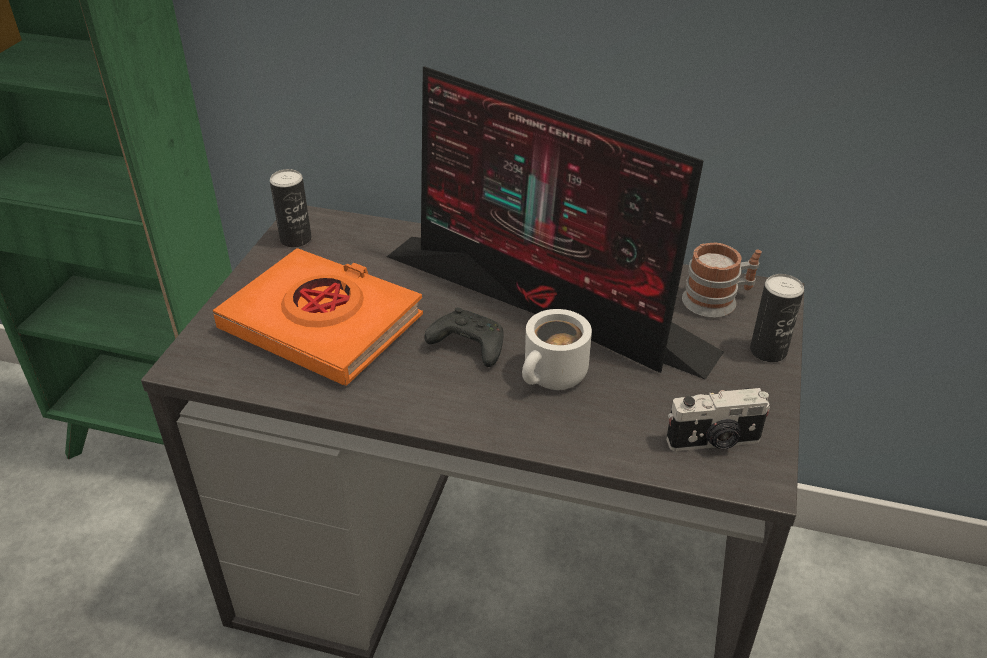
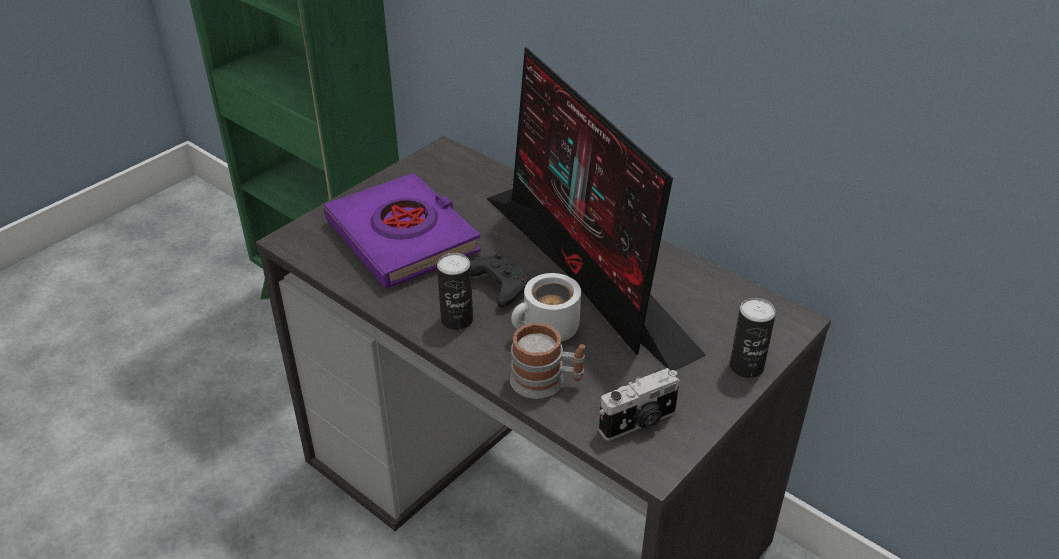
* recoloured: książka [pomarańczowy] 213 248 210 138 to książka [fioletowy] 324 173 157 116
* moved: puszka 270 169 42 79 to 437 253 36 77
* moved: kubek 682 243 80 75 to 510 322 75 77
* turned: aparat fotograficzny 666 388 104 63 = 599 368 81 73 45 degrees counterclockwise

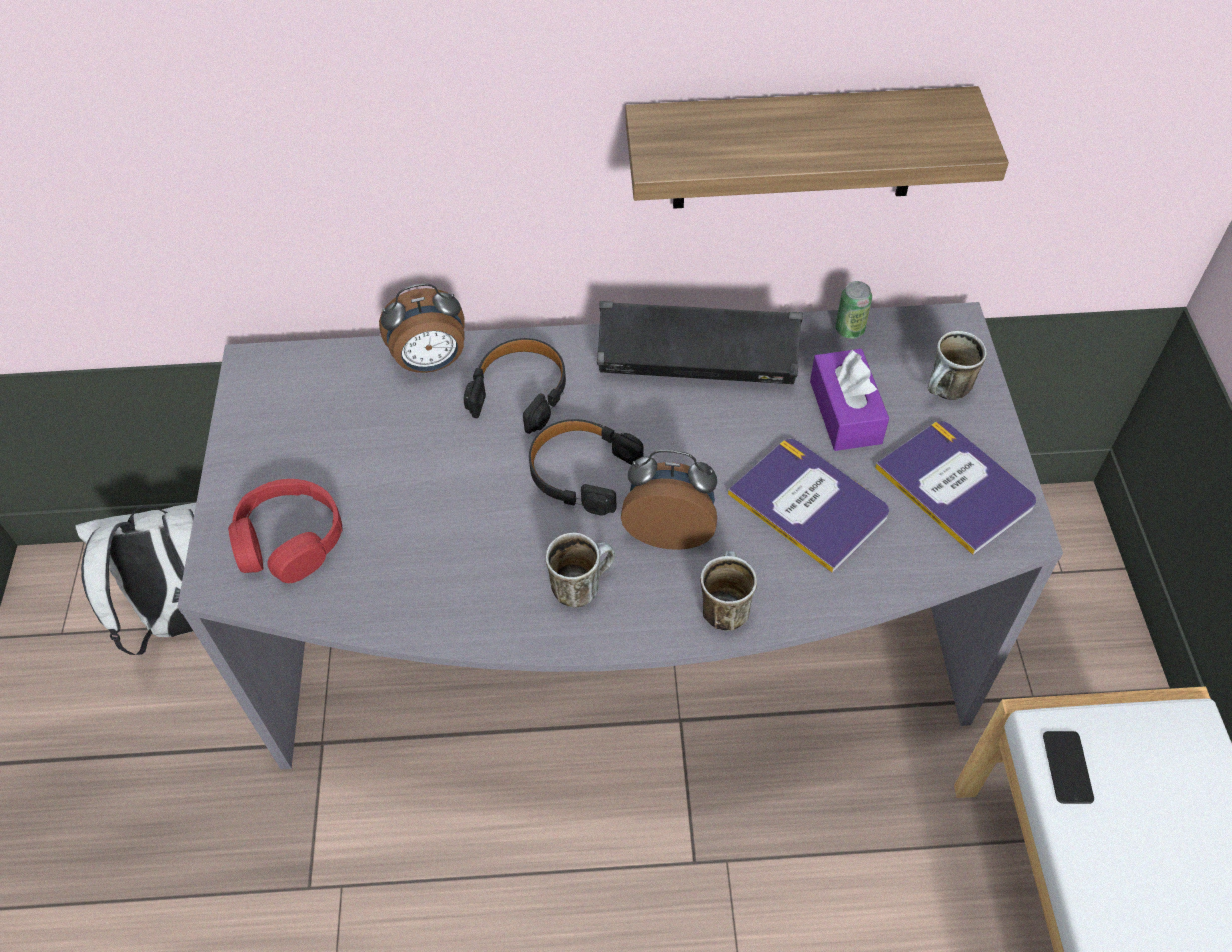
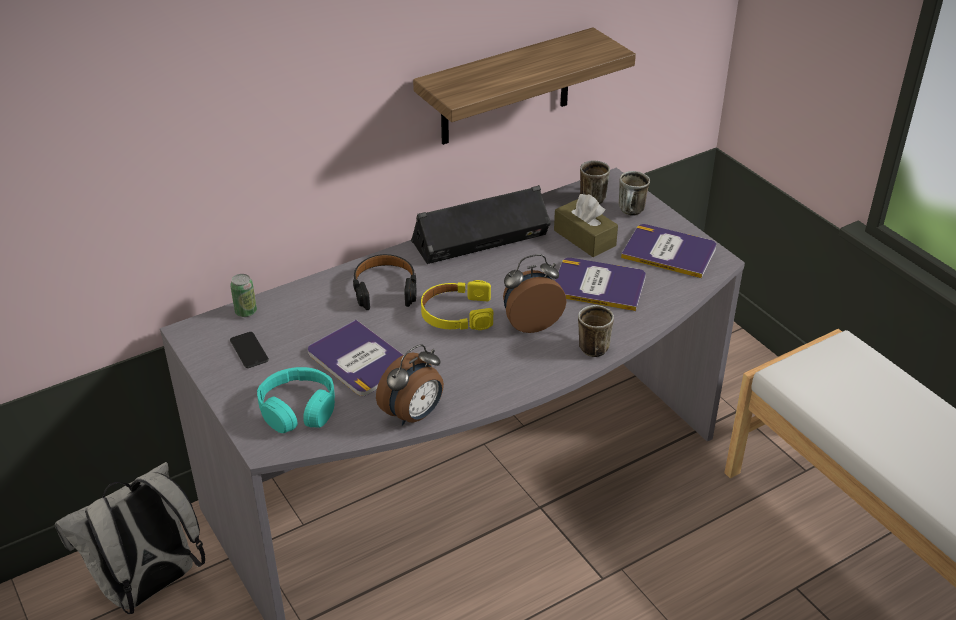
* moved: puszka 835 281 37 58 to 230 274 27 43
* moved: telefon 1043 731 51 73 to 230 332 39 36
* recoloured: słuchawki [czerwony] 228 479 114 104 to słuchawki [turkusowy] 257 367 78 66
* added: książka 308 320 95 76
* moved: budzik 379 283 86 90 to 376 345 68 81
* recoloured: słuchawki [czarny] 529 419 115 96 to słuchawki [żółty] 421 280 72 50
* recoloured: pudełko chusteczek [fioletowy] 810 349 79 102 to pudełko chusteczek [brązowy] 554 194 64 63
* moved: kubek 545 532 70 75 to 580 161 30 43

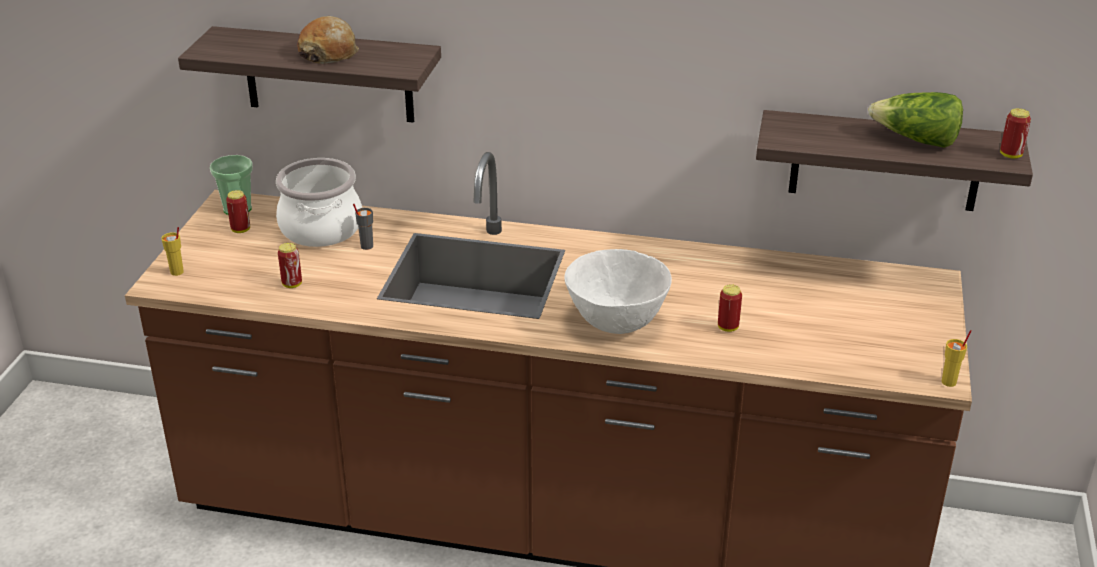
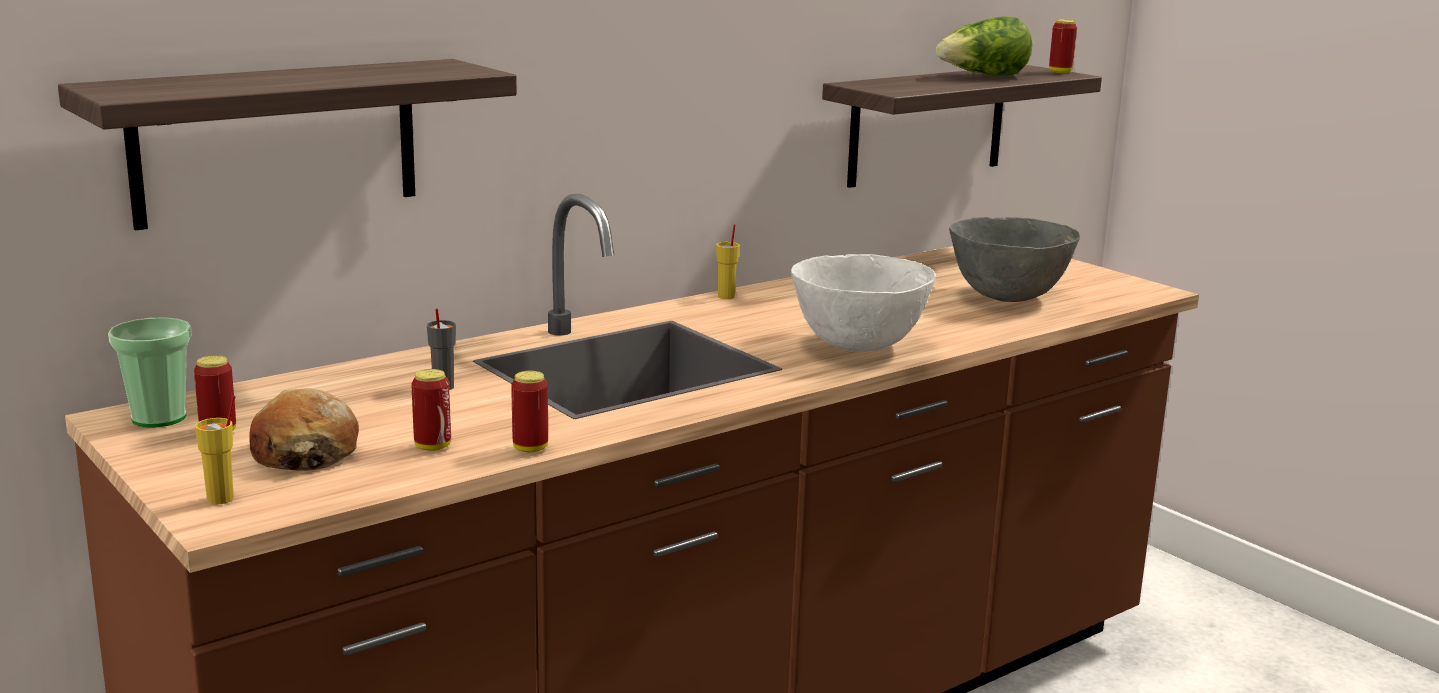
* moved: chleb 297 16 62 48 to 249 388 110 83
* moved: puszka 718 284 24 48 to 511 371 37 81
* moved: filiżanka [żółty] 942 330 29 57 to 716 225 23 74
* added: miska [szary] 949 217 131 85
* removed: garnek 276 158 86 89

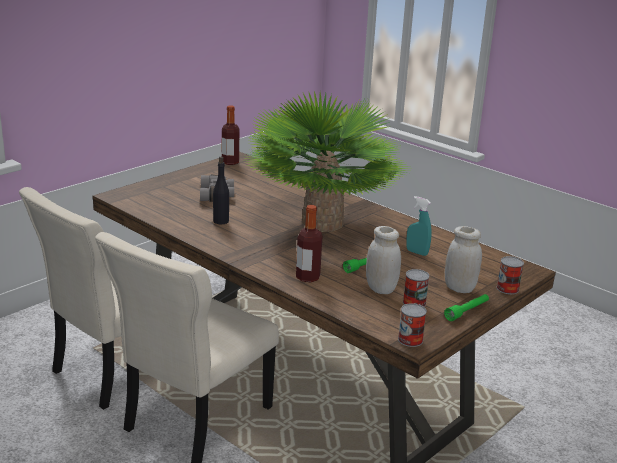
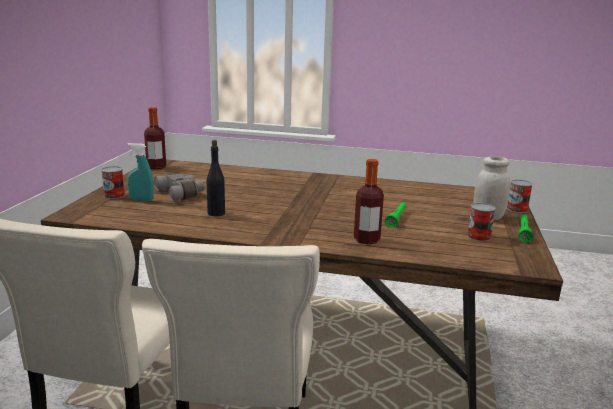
* moved: puszka 398 303 29 44 to 101 166 24 33
* moved: spryskiwacz [turkusowy] 406 196 26 60 to 127 143 27 58
* removed: roślina doniczkowa 245 91 165 141
* removed: słoik [biały] 366 226 35 68

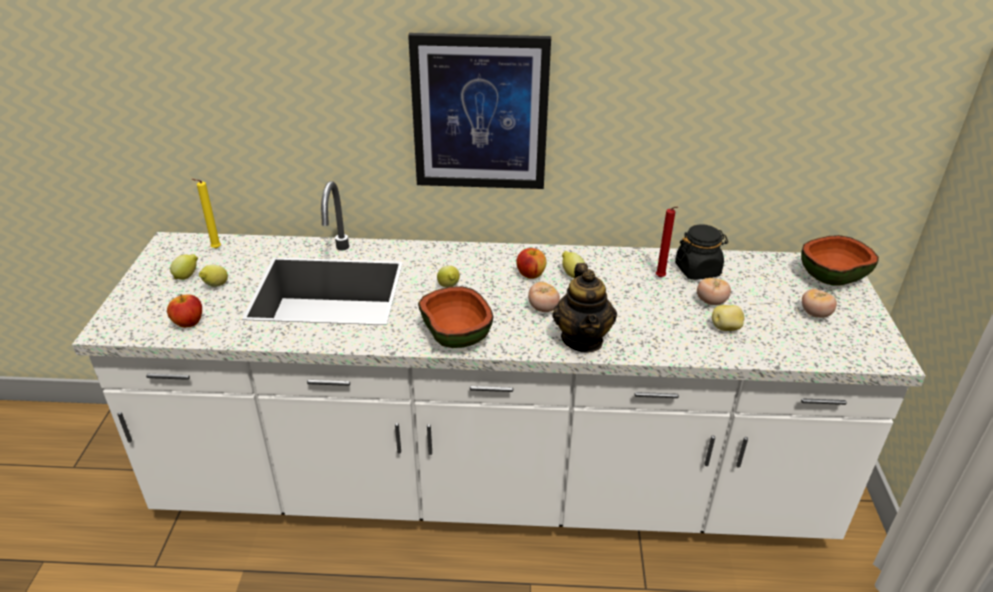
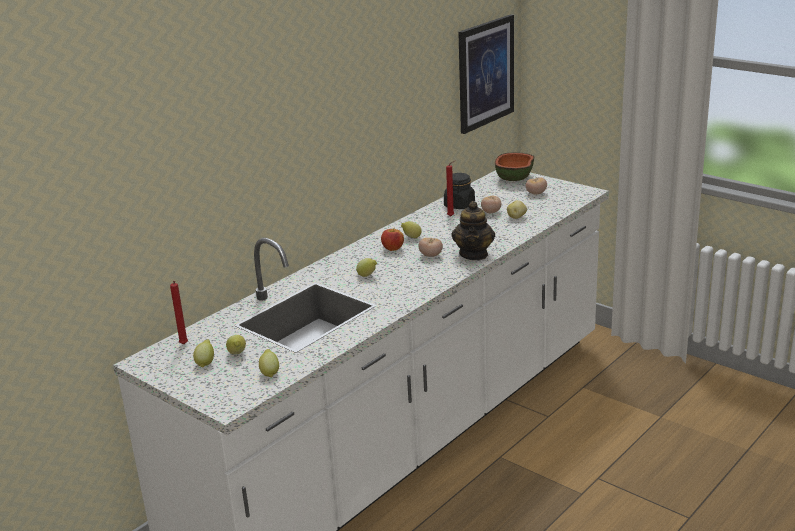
* recoloured: świeca [żółty] 192 179 29 70 to świeca [czerwony] 170 281 18 63
* replaced: jabłko 167 294 35 34 to cytryna 259 349 20 28
* turned: imbryk 552 263 65 90 = 451 201 44 59 60 degrees clockwise
* moved: obraz 408 33 143 156 to 458 14 56 120
* removed: miska 418 286 75 62

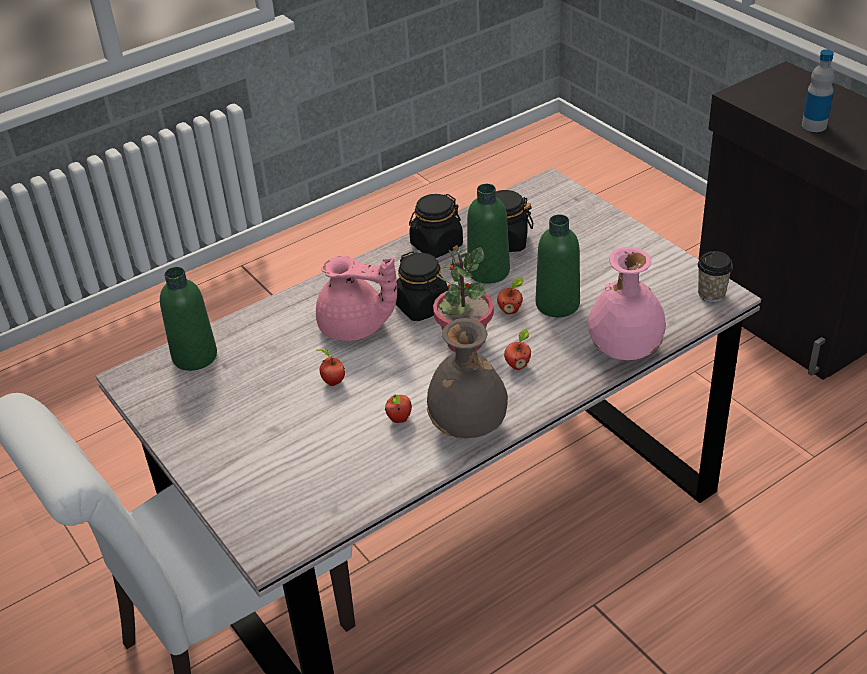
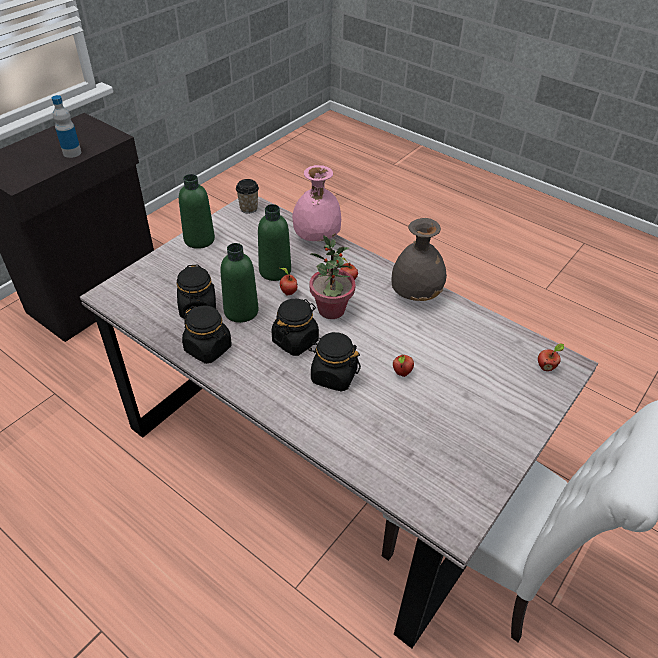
* moved: butelka [zielony] 160 267 57 104 to 179 174 36 75
* replaced: imbryk [różowy] 316 256 81 85 to słoik [czarny] 308 332 53 60
* moved: jabłko 385 395 27 28 to 538 343 26 28

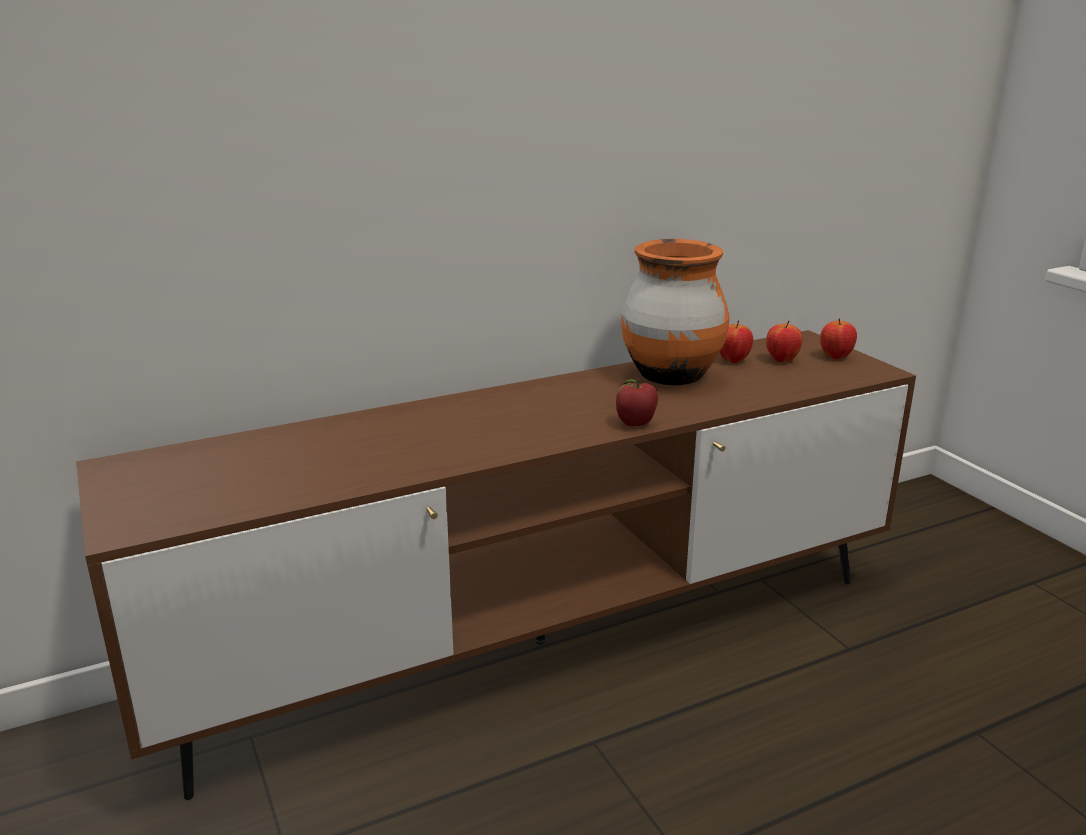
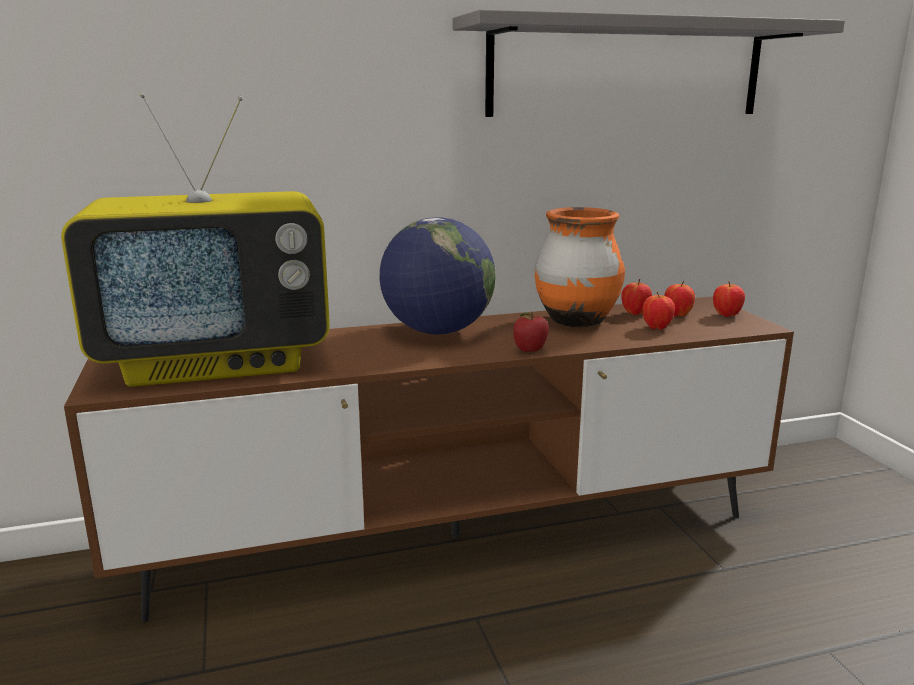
* added: telewizor 61 93 269 294
* added: globus 380 217 116 117
* added: półka [szary] 453 9 392 108
* added: jabłko 643 292 32 38

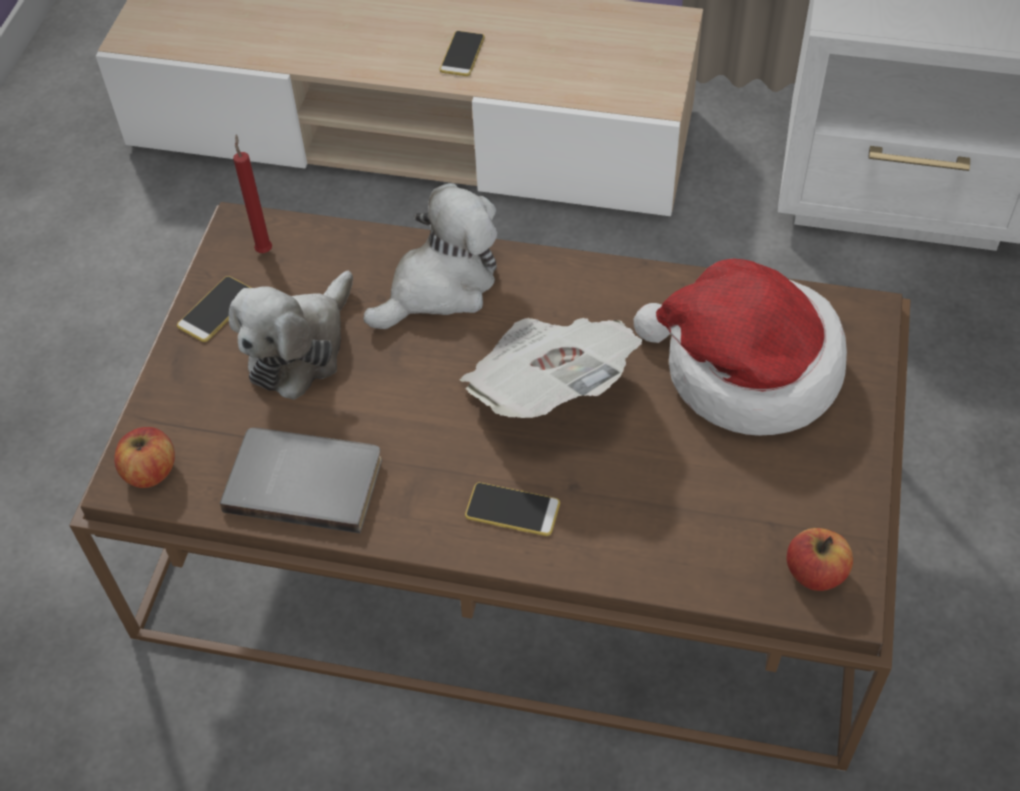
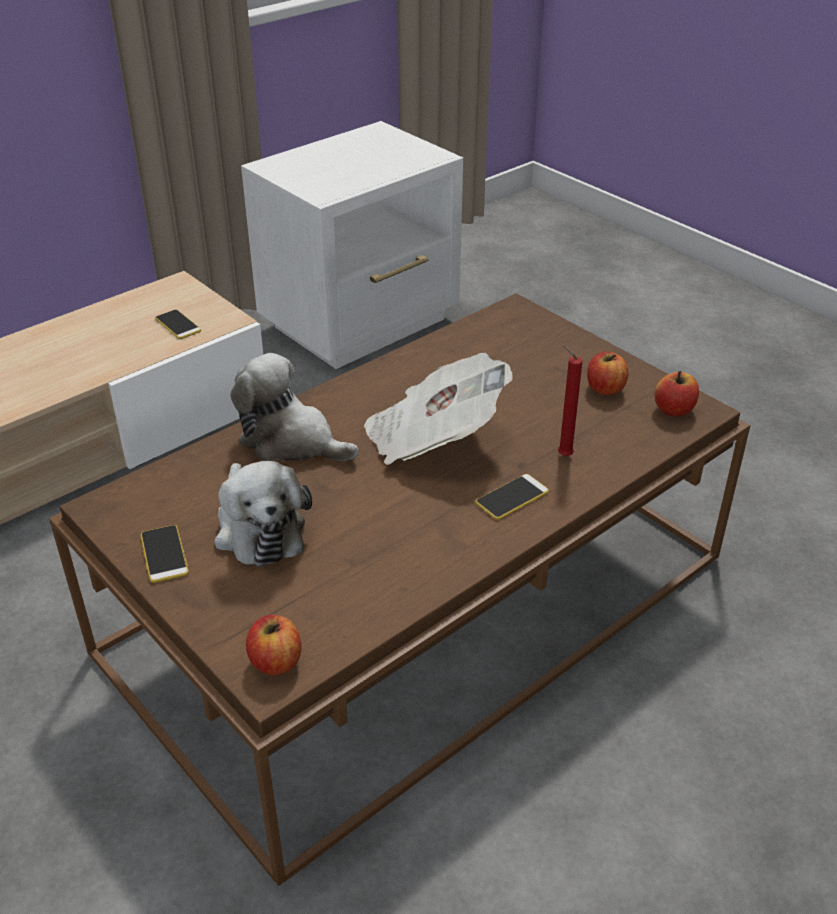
* moved: telefon 439 31 46 45 to 155 310 46 29
* turned: pluszak 364 183 133 146 = 230 353 129 108 60 degrees counterclockwise
* moved: świeca [czerwony] 233 134 39 119 to 558 345 25 111
* added: jabłko 587 352 41 43
* removed: książka [szary] 220 428 162 105
* removed: kapelusz 634 258 213 178

